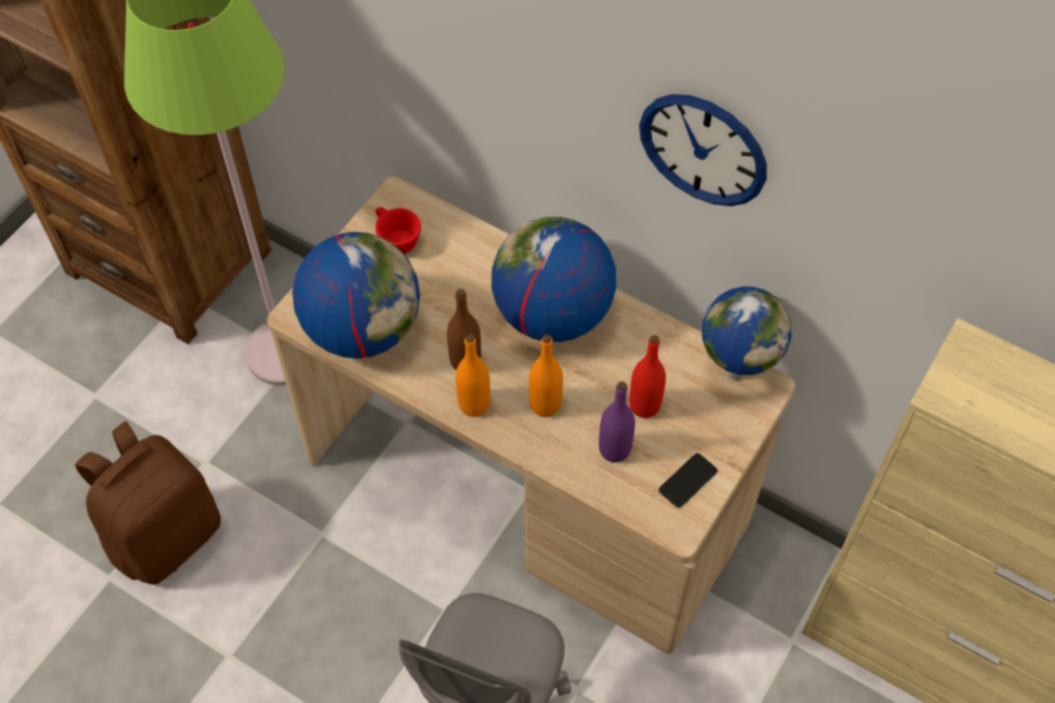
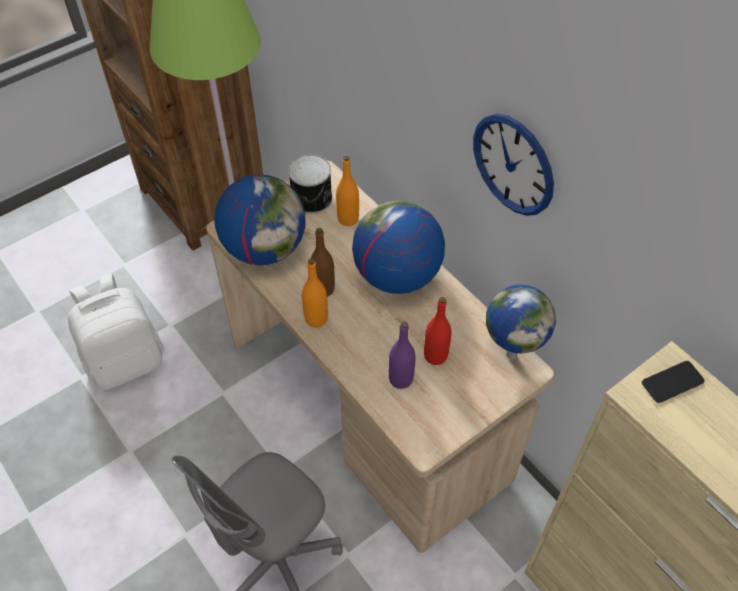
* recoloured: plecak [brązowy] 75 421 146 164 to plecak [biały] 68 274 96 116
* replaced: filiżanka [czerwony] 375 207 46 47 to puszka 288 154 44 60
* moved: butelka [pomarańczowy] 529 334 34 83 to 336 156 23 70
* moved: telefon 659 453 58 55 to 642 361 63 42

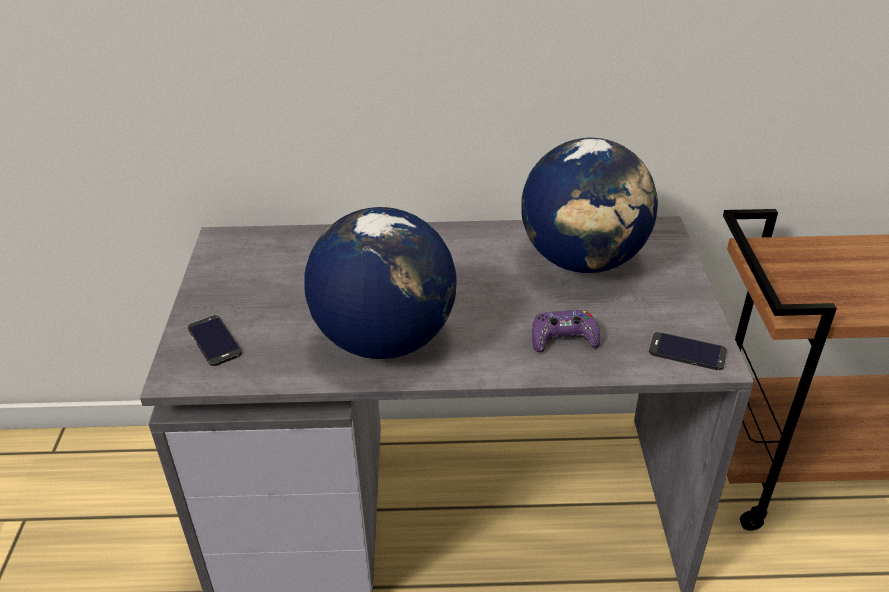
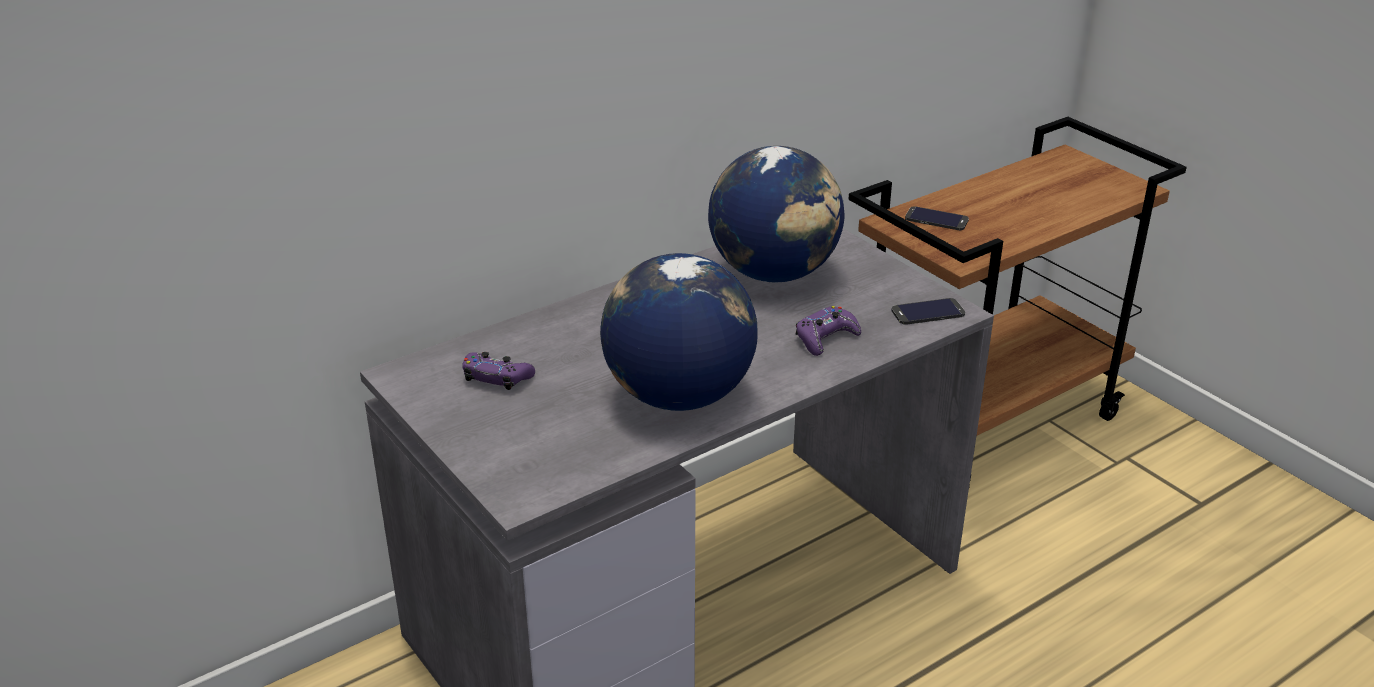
* added: pad do gier [fioletowy] 462 352 73 38
* moved: telefon 188 315 54 51 to 905 206 64 24

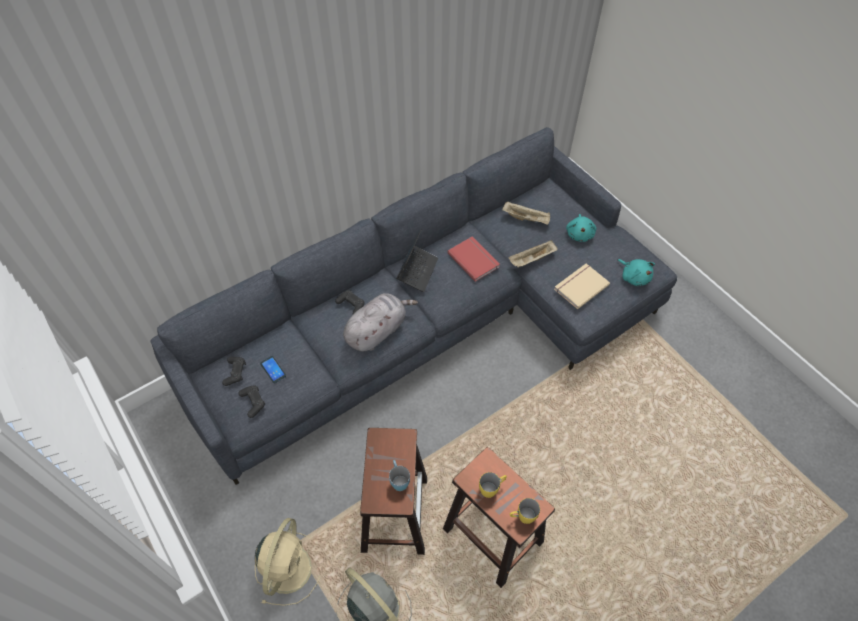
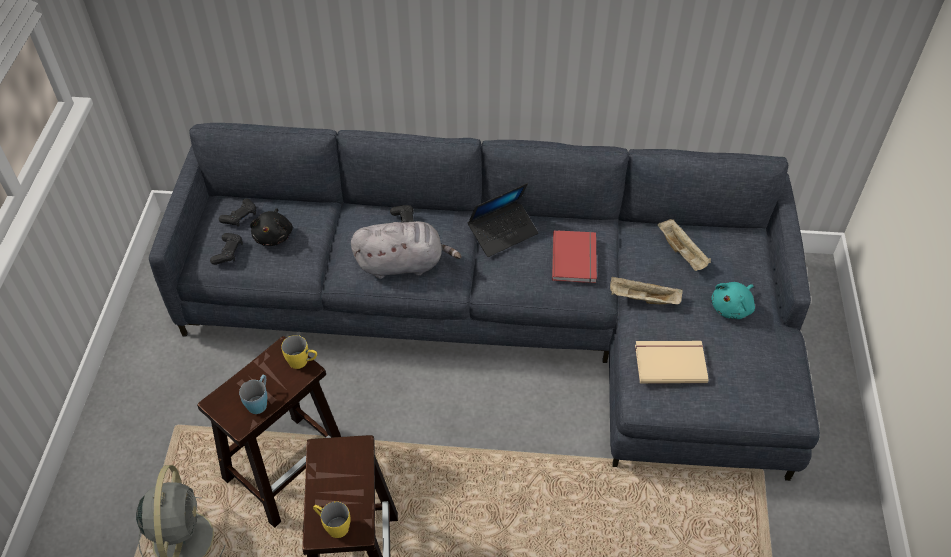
* replaced: telefon 260 356 26 27 to pluszak [czarny] 250 208 43 38
* moved: kubek [żółty] 479 472 28 26 to 281 335 36 34
* removed: wentylator [beżowy] 255 518 65 88
* removed: pluszak [turkusowy] 617 259 38 27

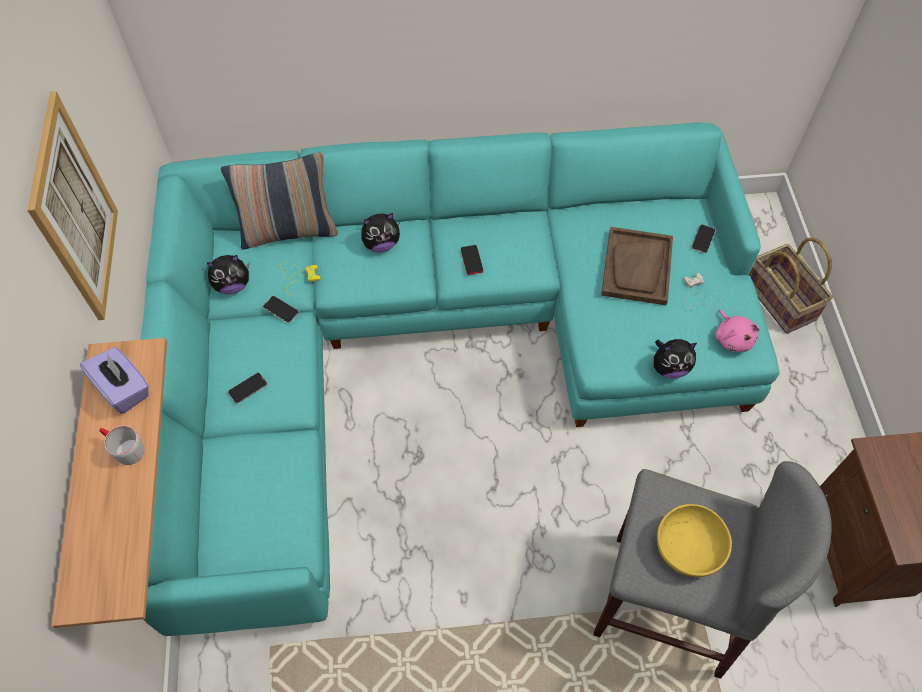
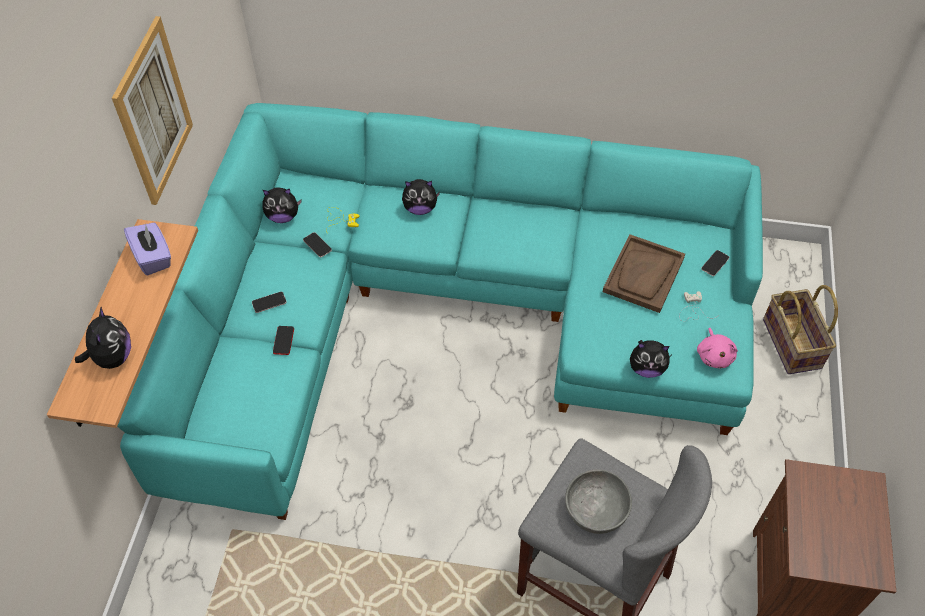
* added: pluszak 75 307 56 62
* moved: telefon 461 245 22 30 to 273 326 21 29
* recoloured: miska [żółty] 657 504 75 73 to miska [szary] 565 469 67 65
* removed: kubek [szary] 99 426 45 39
* removed: poduszka 221 152 117 97

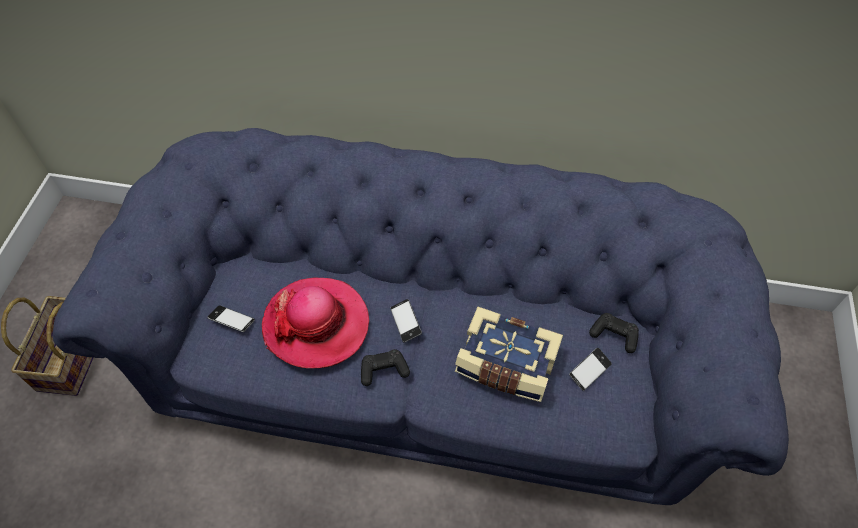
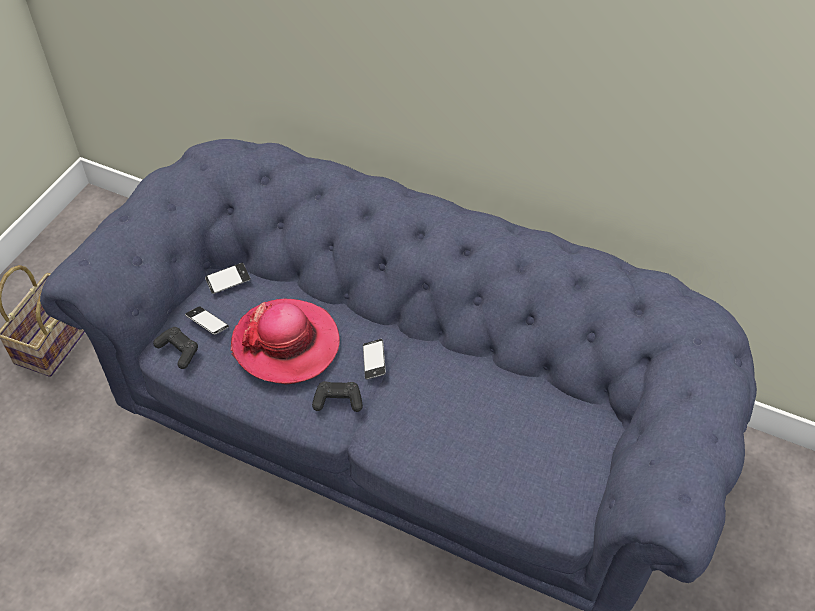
* moved: pad do gier [czarny] 589 313 50 40 to 153 327 45 42
* moved: telefon 569 348 43 43 to 205 263 45 31
* removed: książka 455 307 108 95

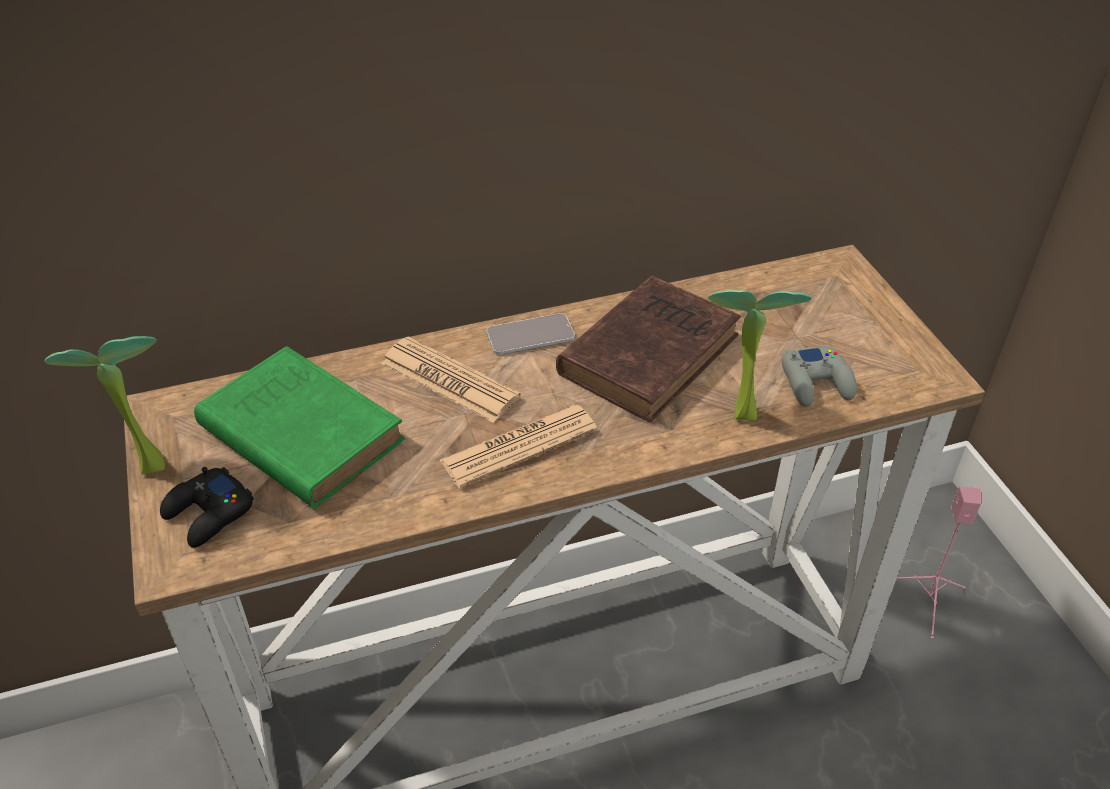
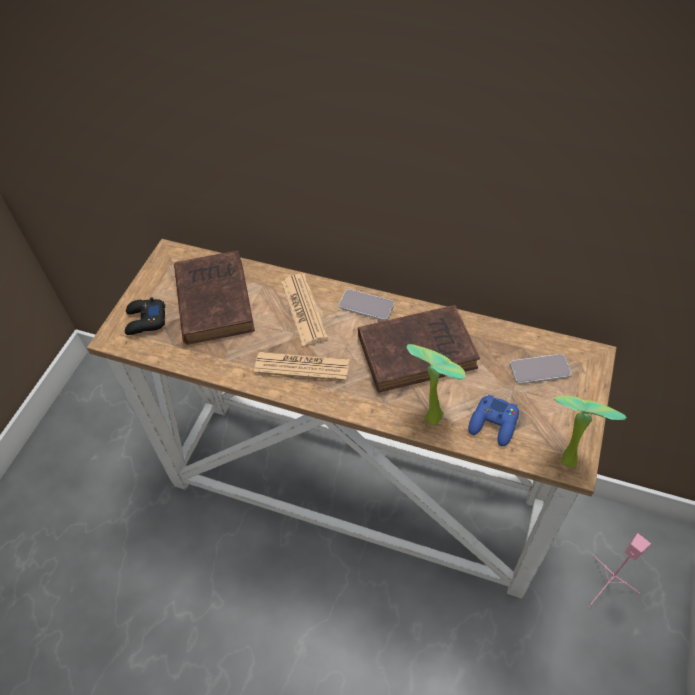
* recoloured: książka [zielony] 194 346 211 162 to książka [brązowy] 174 251 81 94
* recoloured: pad do gier [szary] 782 345 75 62 to pad do gier [niebieski] 468 395 51 51
* added: telefon 510 354 61 30
* moved: roślina doniczkowa 45 336 120 139 to 554 396 72 72

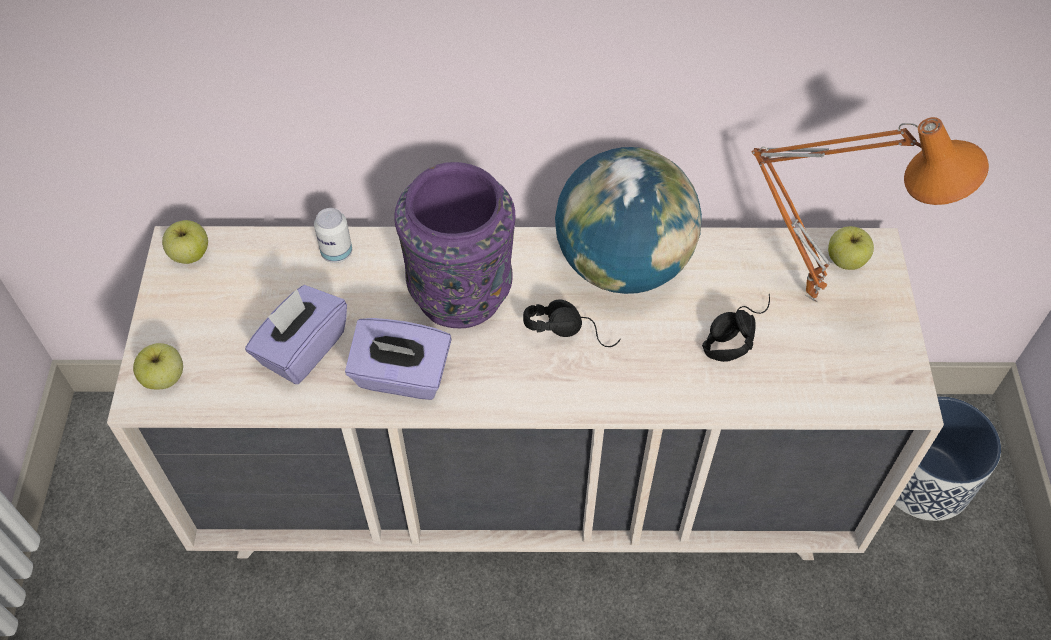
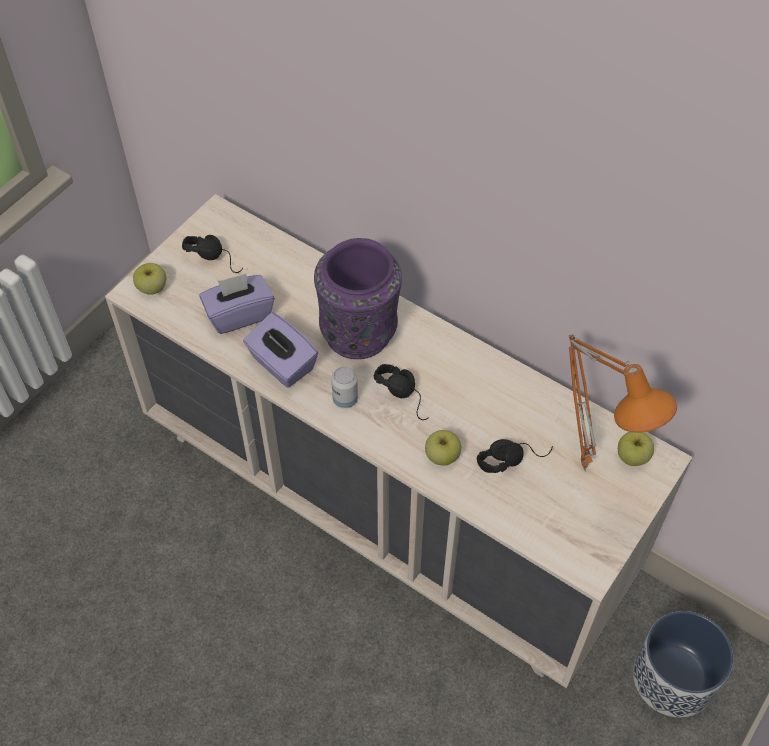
* added: słuchawki [czarny] 182 235 61 38
* moved: puszka 314 208 38 55 to 331 367 27 41
* moved: jabłko 162 220 46 44 to 425 430 36 36
* removed: globus 555 147 147 147

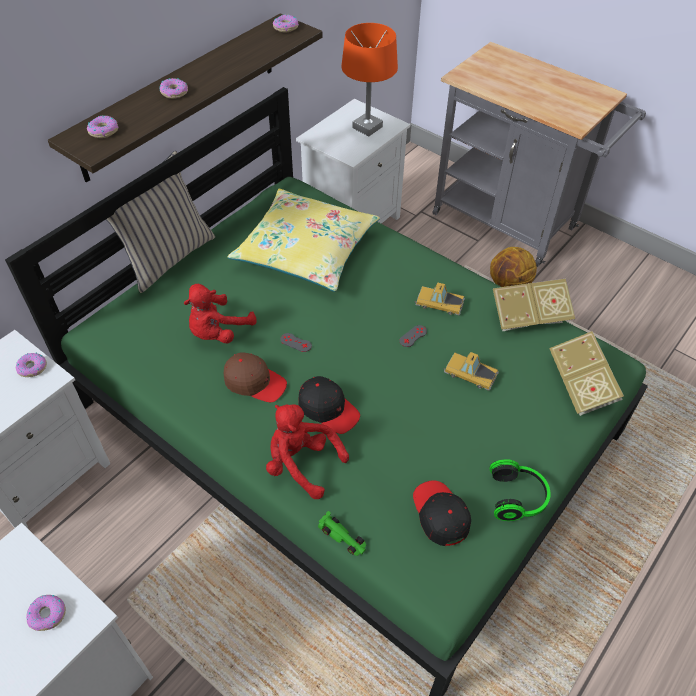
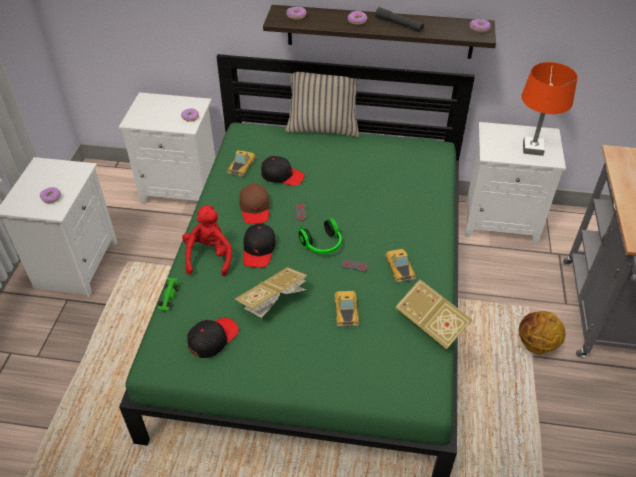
* added: samochodzik 227 150 29 27
* moved: książka 549 331 75 85 to 235 267 72 51
* replaced: pluszak [czerwony] 184 284 73 59 to czapka z daszkiem [czarny] 261 156 44 30
* moved: słuchawki 490 459 61 62 to 298 218 44 36
* added: latarka [szary] 375 7 49 25
* removed: poduszka [żółty] 227 189 153 103

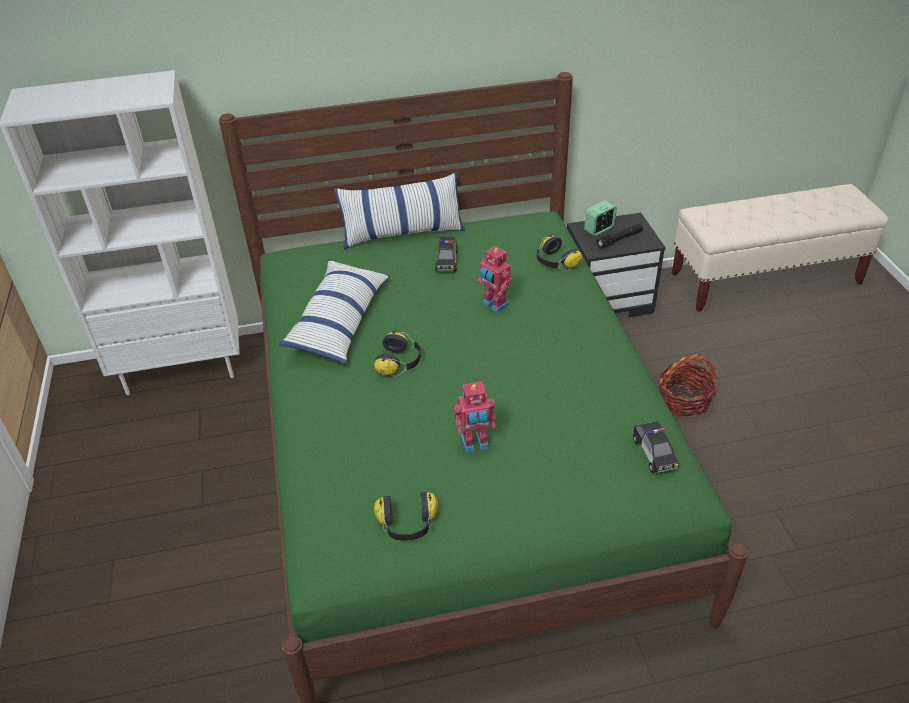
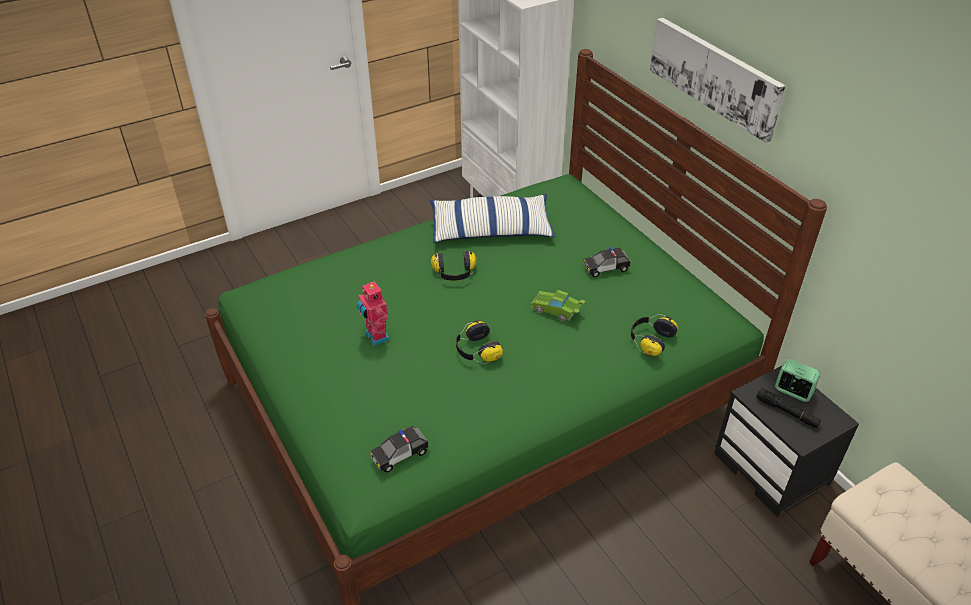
* moved: słuchawki 374 492 64 49 to 456 320 47 44
* replaced: robot zabawkowy 477 246 36 67 to samochodzik [zielony] 531 290 54 32
* added: obraz 650 18 136 125
* removed: poduszka 334 172 131 78
* removed: koszyk 659 354 59 63

